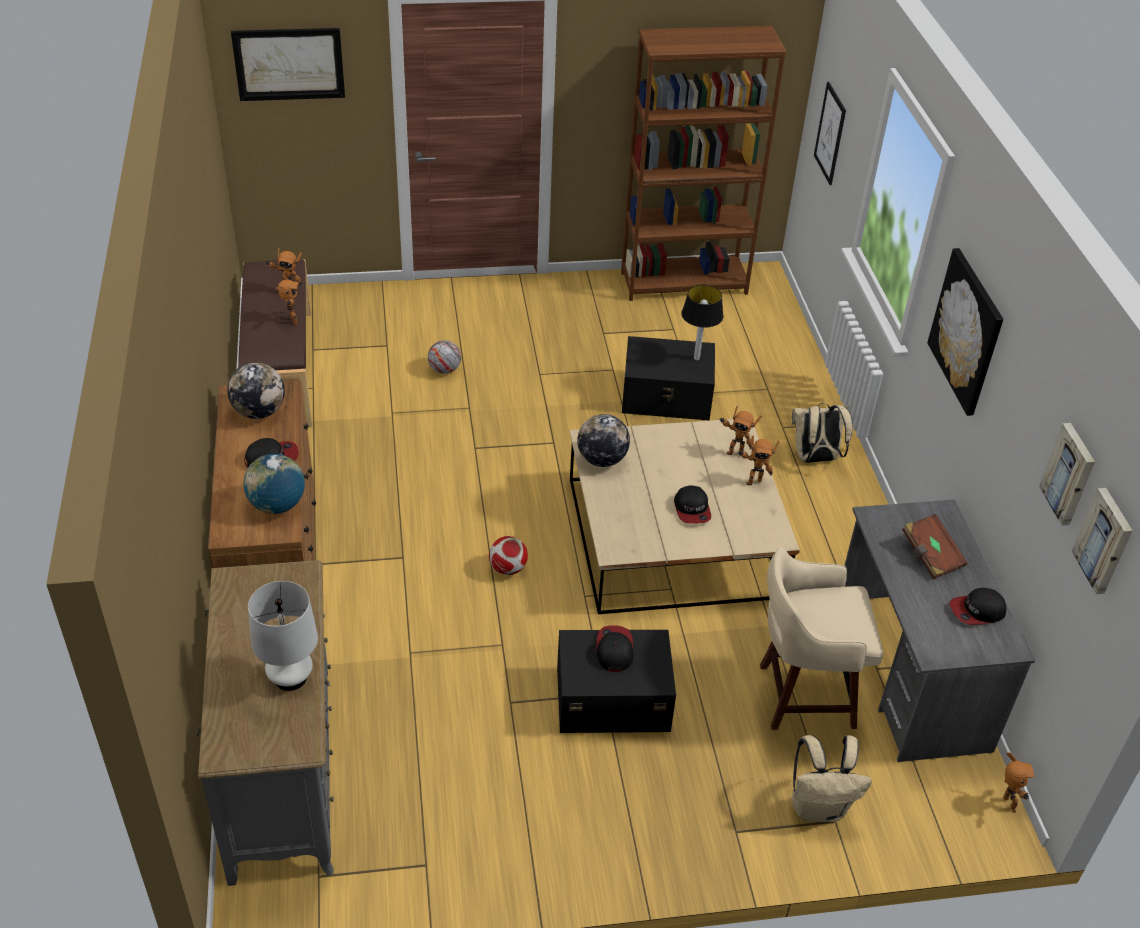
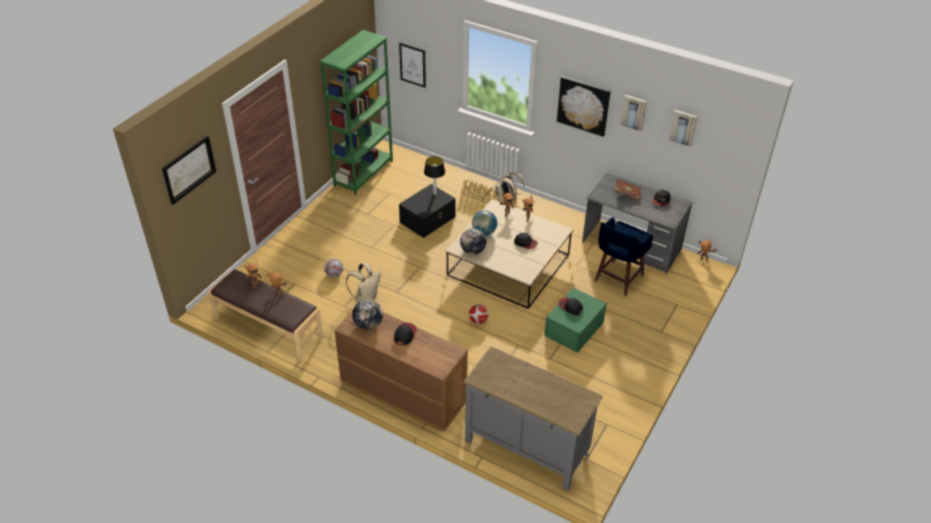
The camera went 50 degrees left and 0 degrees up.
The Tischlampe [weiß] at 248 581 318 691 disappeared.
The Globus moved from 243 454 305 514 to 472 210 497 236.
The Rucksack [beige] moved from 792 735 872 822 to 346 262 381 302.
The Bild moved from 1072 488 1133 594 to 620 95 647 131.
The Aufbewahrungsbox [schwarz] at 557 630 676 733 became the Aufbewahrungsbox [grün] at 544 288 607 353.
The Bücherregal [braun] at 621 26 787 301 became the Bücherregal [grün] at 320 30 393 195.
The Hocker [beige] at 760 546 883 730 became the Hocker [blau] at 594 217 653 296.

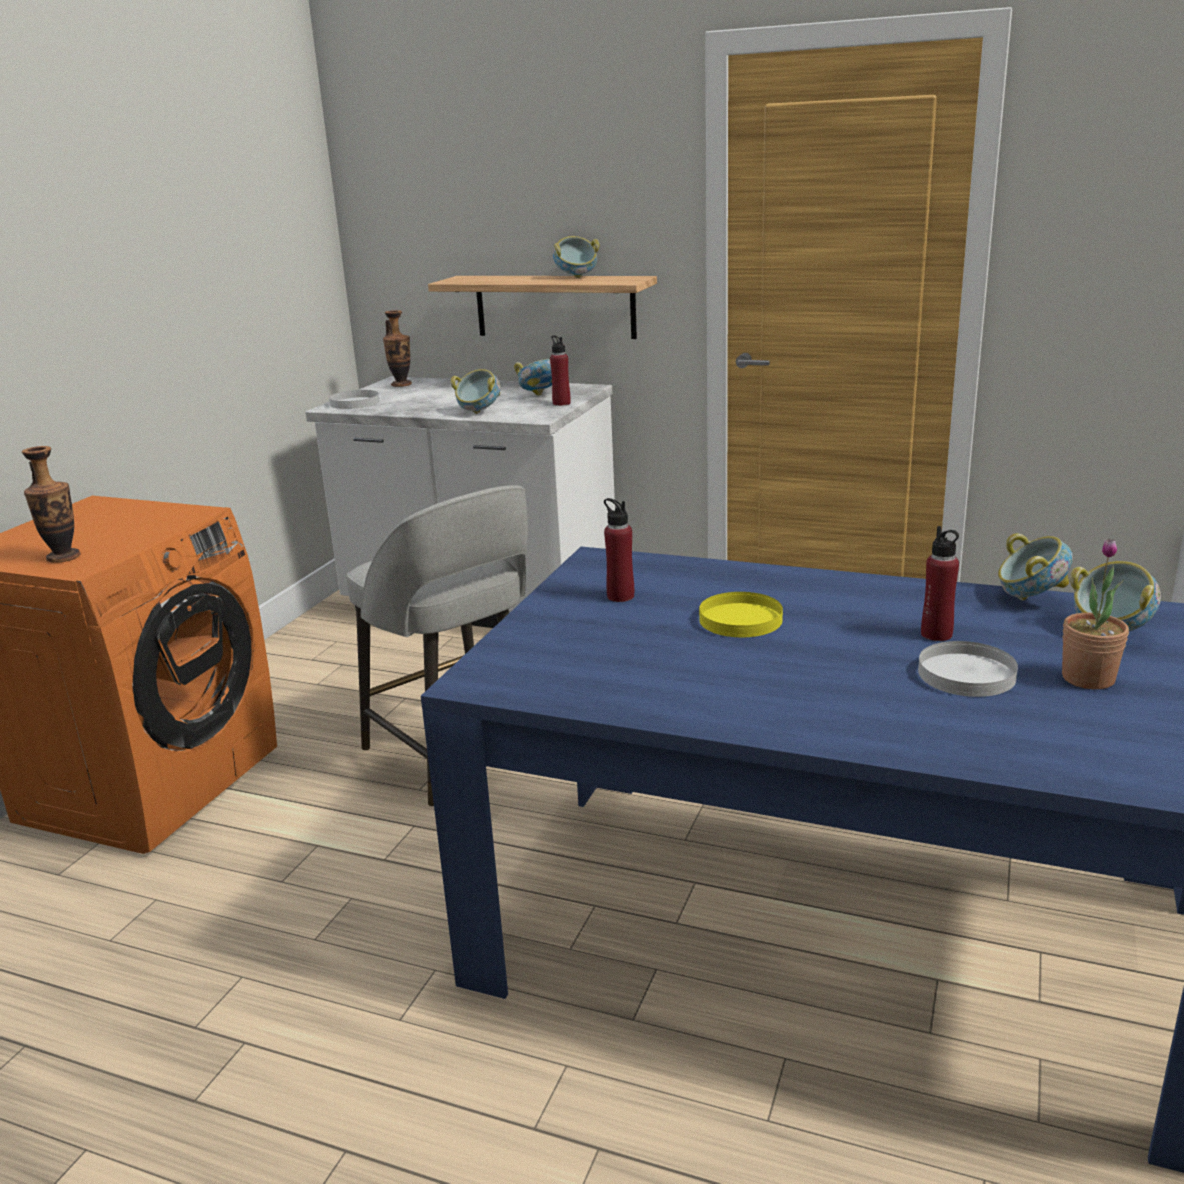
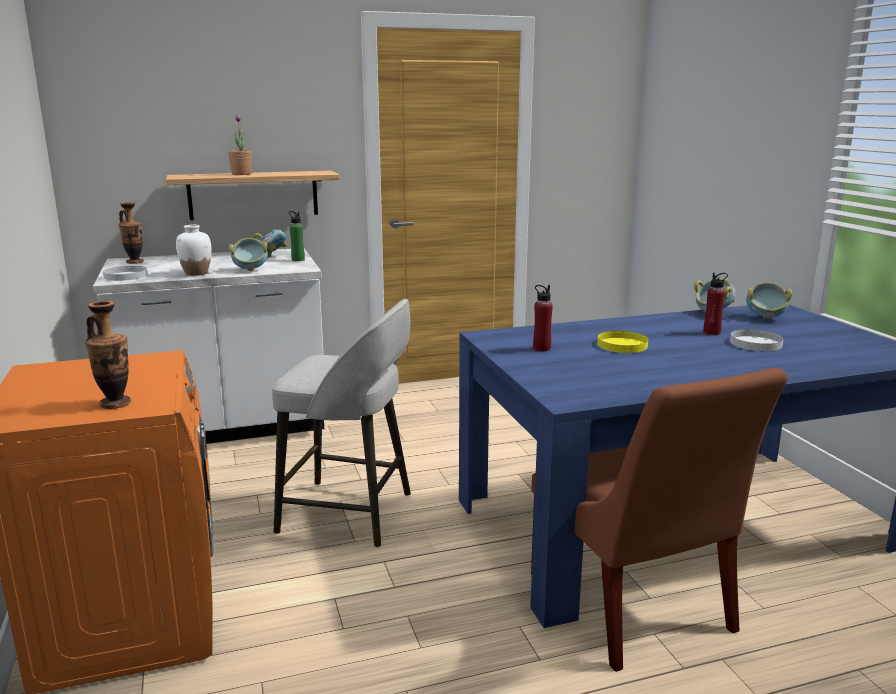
The camera went 40 degrees left and 5 degrees down.
The Schüssel at 553 236 600 278 disappeared.
The Vase [weiß] at 176 225 211 276 appeared.
The Stuhl [braun] at 531 368 788 672 appeared.
The Topfpflanze moved from 1062 538 1129 689 to 228 115 252 175.
The Flasche [rot] at 550 335 571 406 became the Flasche [grün] at 289 211 305 261.

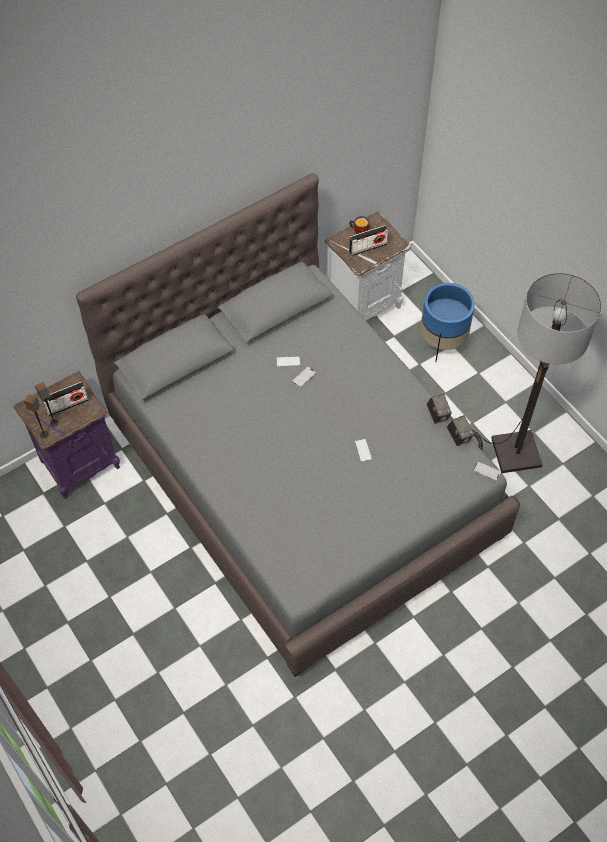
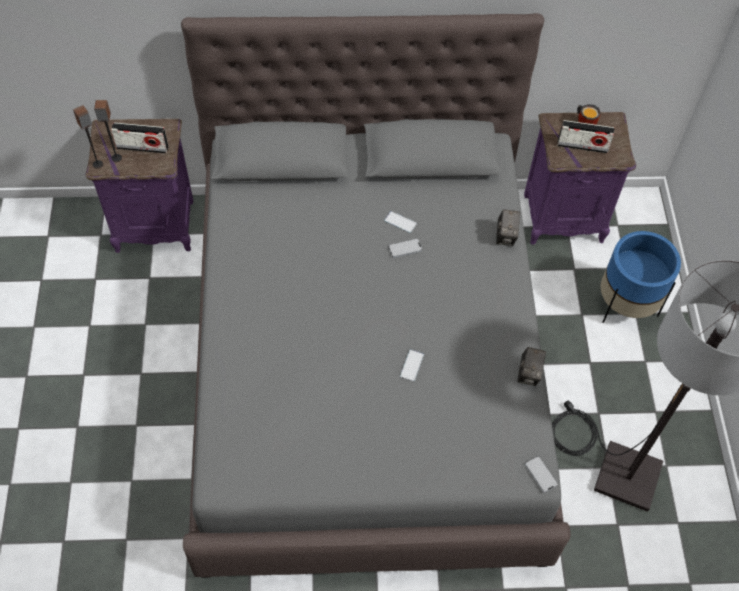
The camera went 30 degrees right and 0 degrees up.
The Kamera moved from 447 415 474 446 to 496 209 520 246.
The Nachttisch [weiß] at 324 211 411 320 became the Nachttisch [lila] at 524 112 636 245.

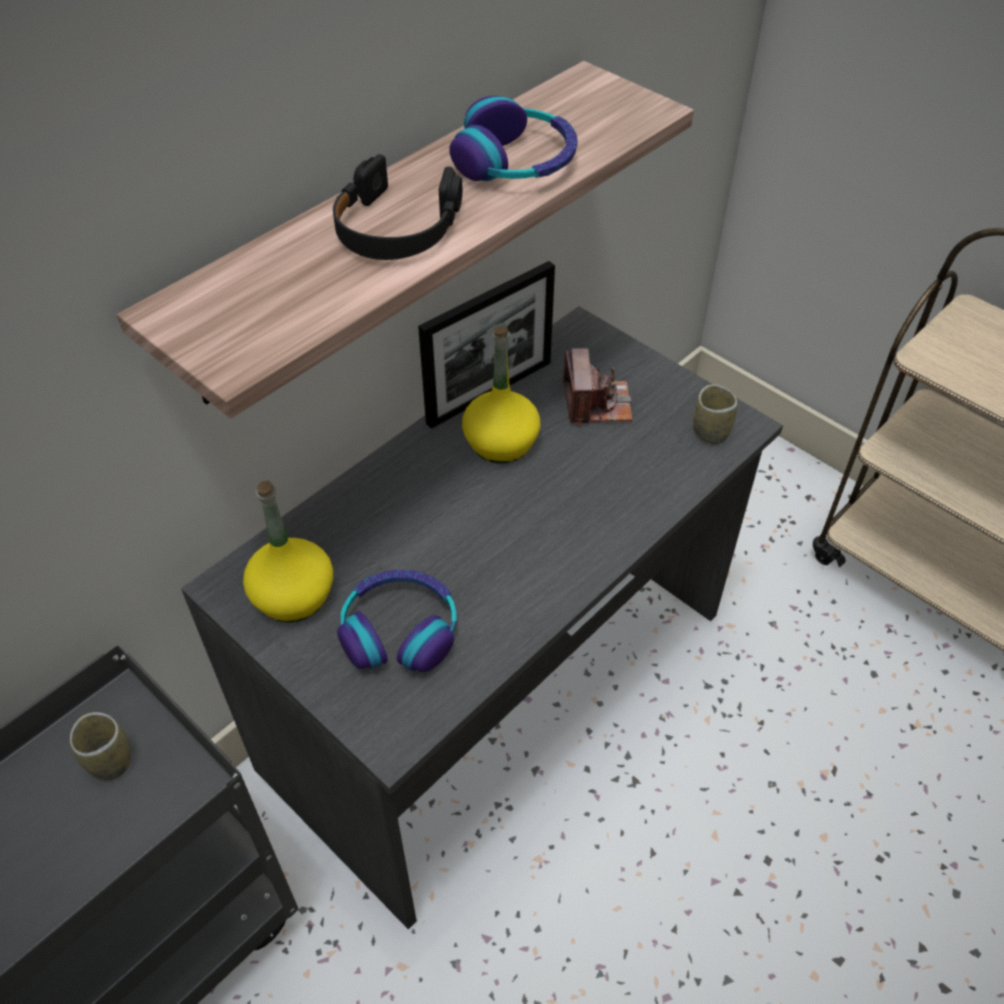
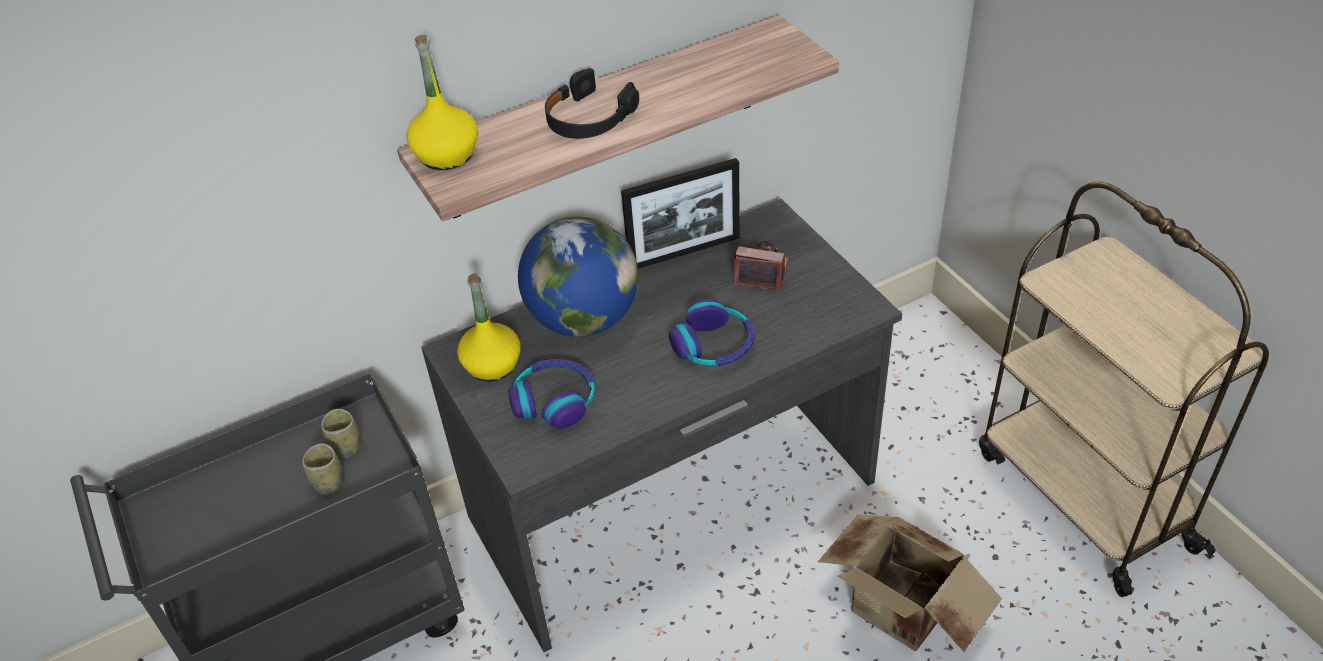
The camera went 20 degrees right and 5 degrees down.
The Globus at 518 216 638 337 appeared.
The Karton at 818 514 1002 652 appeared.
The Kopfhörer moved from 449 96 578 181 to 669 299 755 366.
The Flasche [gelb] moved from 462 326 540 463 to 406 35 478 170.
The Tasse moved from 693 384 737 444 to 303 443 343 494.
The Kamera at 563 348 632 426 turned 90 degrees counterclockwise.

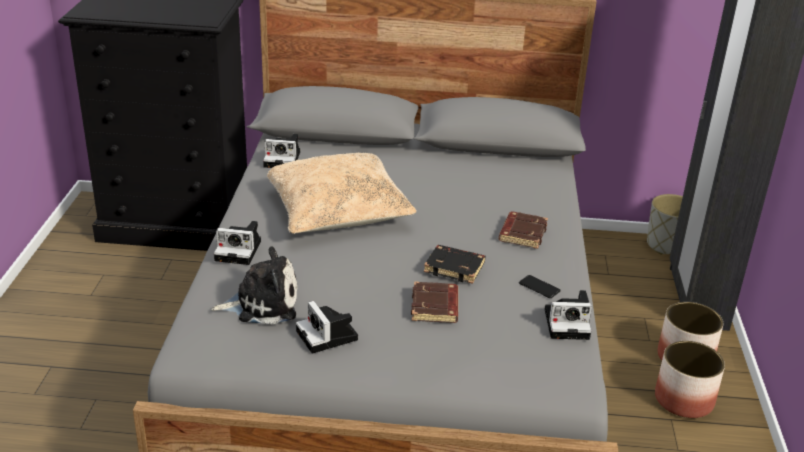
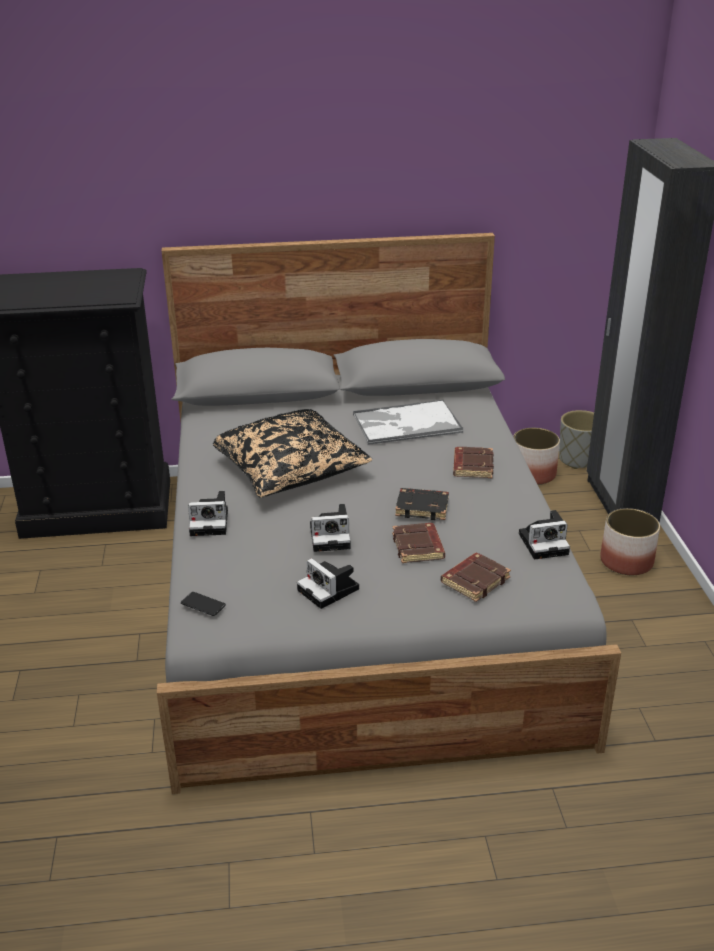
The camera went 10 degrees left and 0 degrees up.
The Plüschtier at 211 246 297 325 disappeared.
The Tablett at 353 400 463 445 appeared.
The Buch [braun] at 441 553 511 602 appeared.
The Kamera moved from 263 134 300 168 to 310 504 351 552.
The Handy moved from 519 275 561 298 to 181 592 226 616.
The Pflanzkübel moved from 655 341 725 418 to 513 428 560 485.
The Kissen [beige] at 267 152 417 234 became the Kissen [schwarz] at 212 409 372 498.

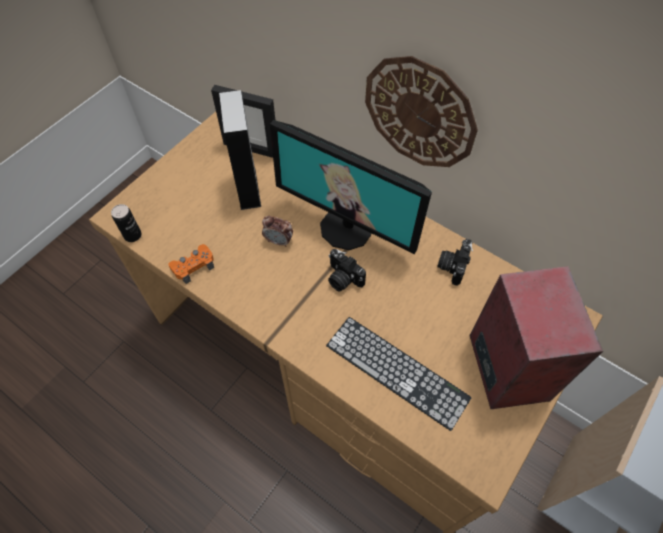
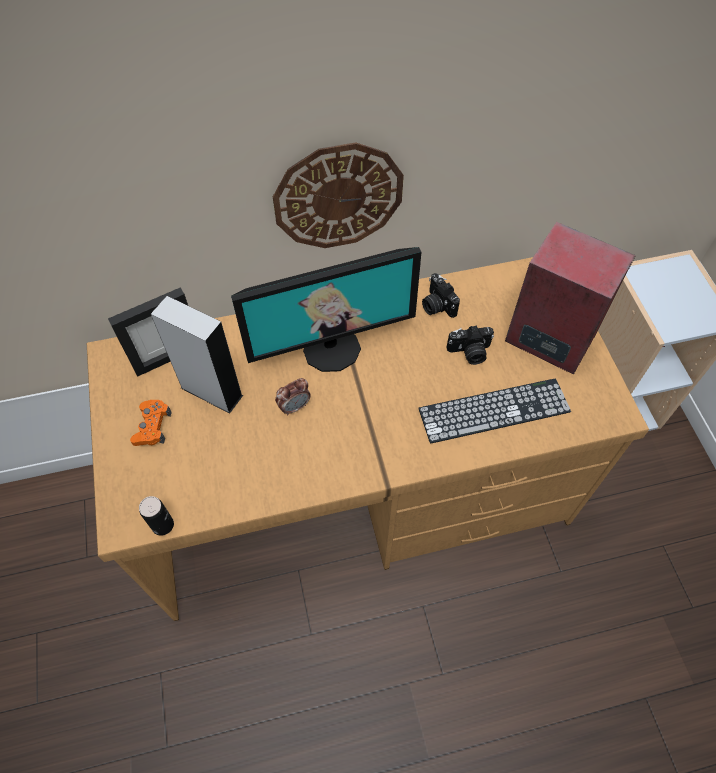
The camera went 50 degrees left and 0 degrees up.
The Gamepad [orange] moved from 168 244 214 284 to 130 400 172 446.
The Kamera moved from 328 249 366 292 to 447 325 494 365.

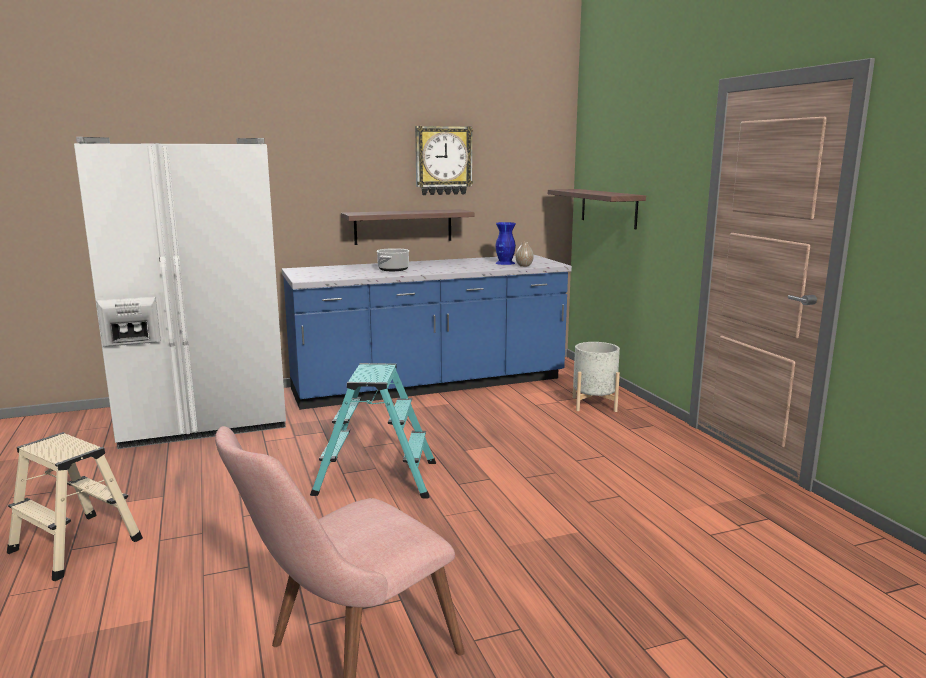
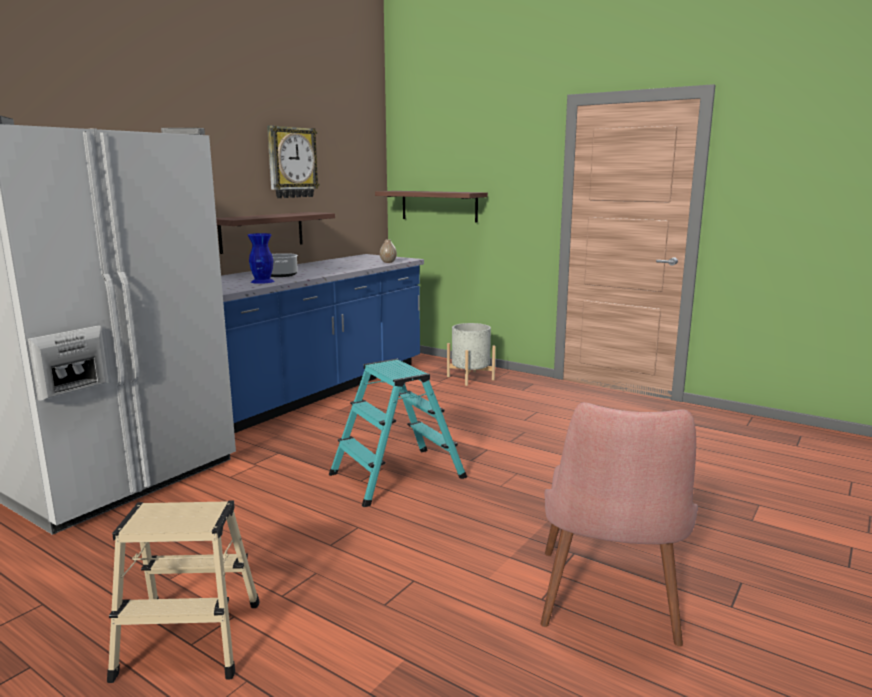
The camera went 35 degrees left and 0 degrees up.
The Vase [blau] moved from 495 222 516 265 to 248 233 275 284.

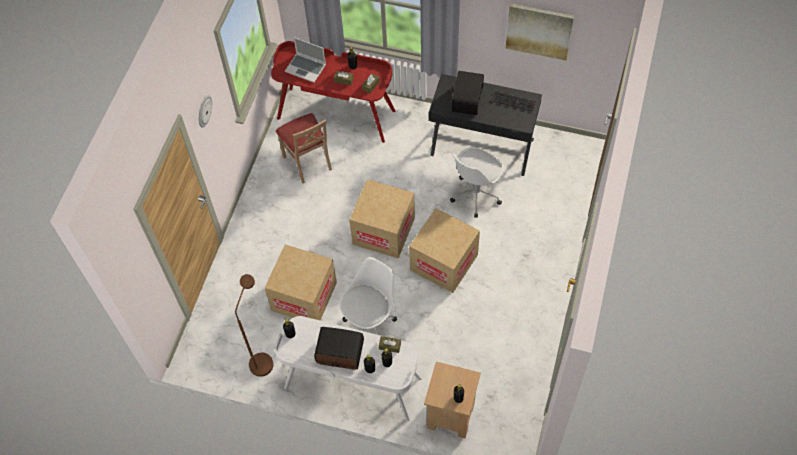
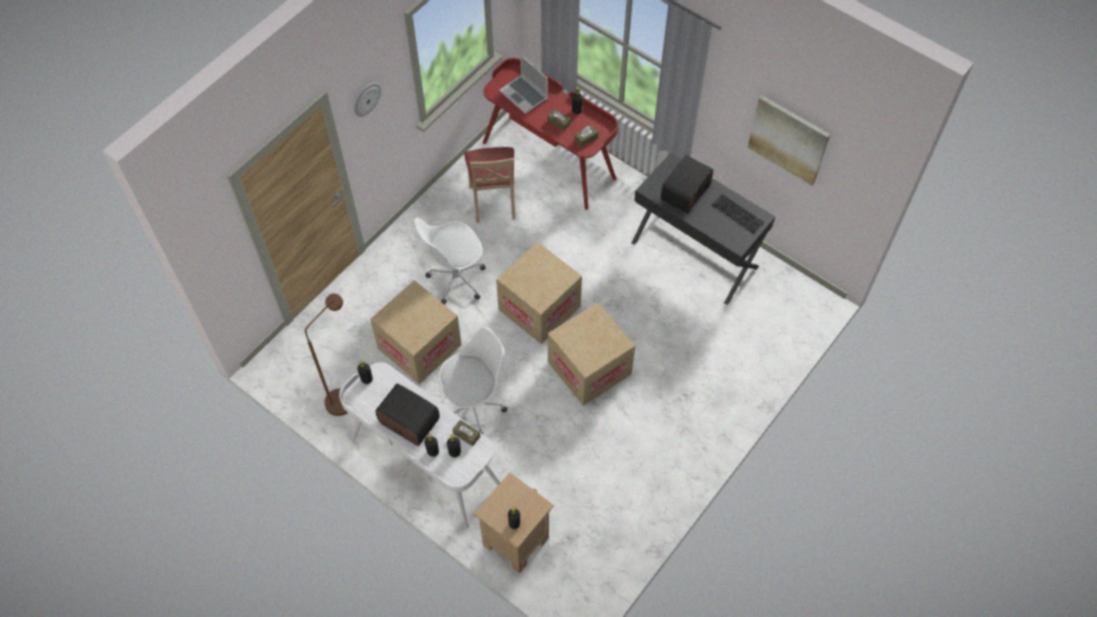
The camera went 20 degrees right and 0 degrees up.
The Bürostuhl [weiß] moved from 450 147 503 218 to 414 218 486 305.

